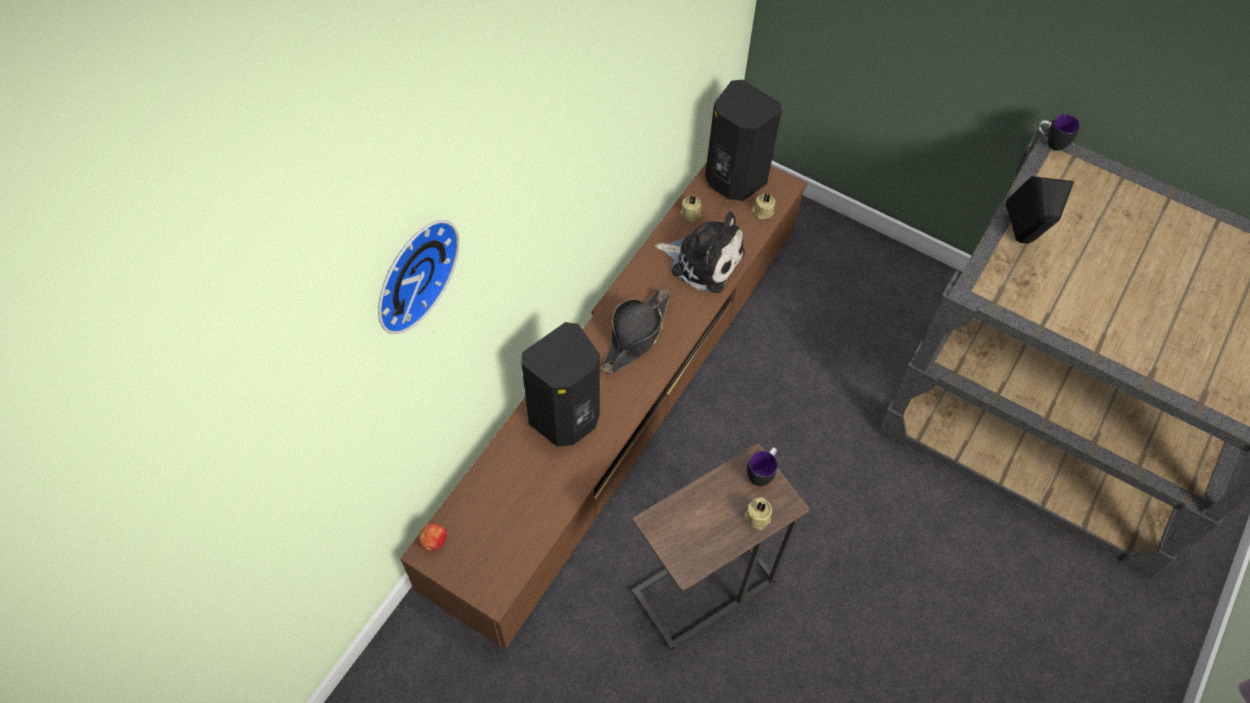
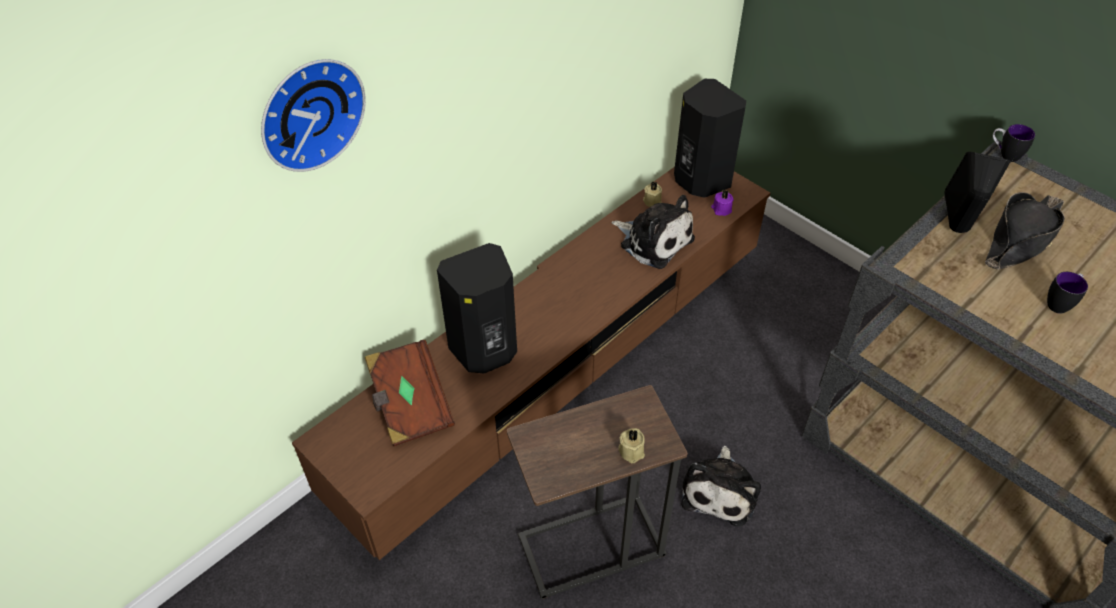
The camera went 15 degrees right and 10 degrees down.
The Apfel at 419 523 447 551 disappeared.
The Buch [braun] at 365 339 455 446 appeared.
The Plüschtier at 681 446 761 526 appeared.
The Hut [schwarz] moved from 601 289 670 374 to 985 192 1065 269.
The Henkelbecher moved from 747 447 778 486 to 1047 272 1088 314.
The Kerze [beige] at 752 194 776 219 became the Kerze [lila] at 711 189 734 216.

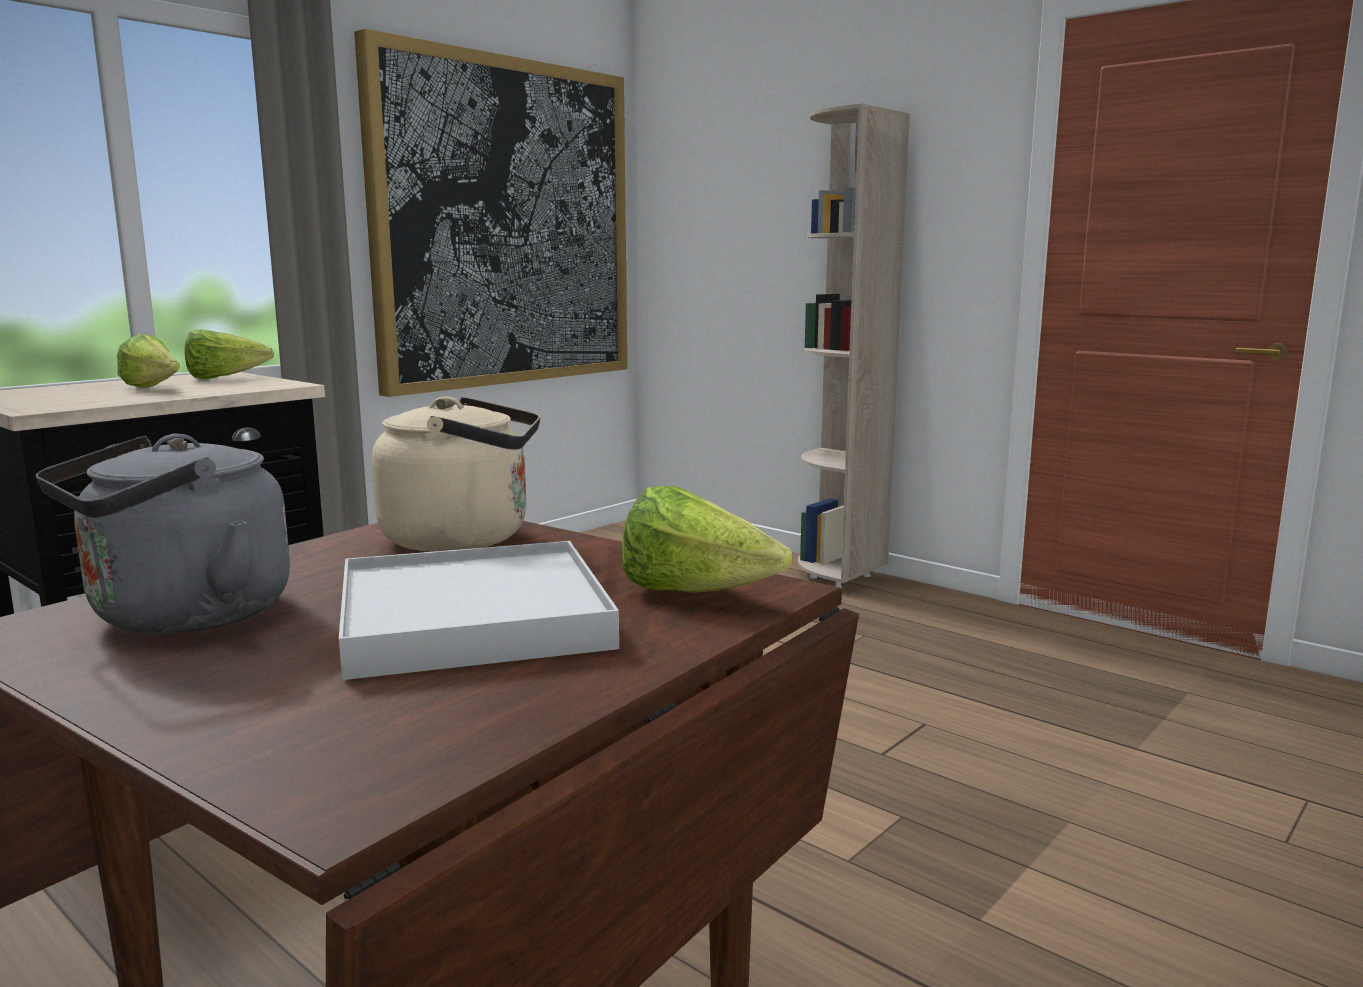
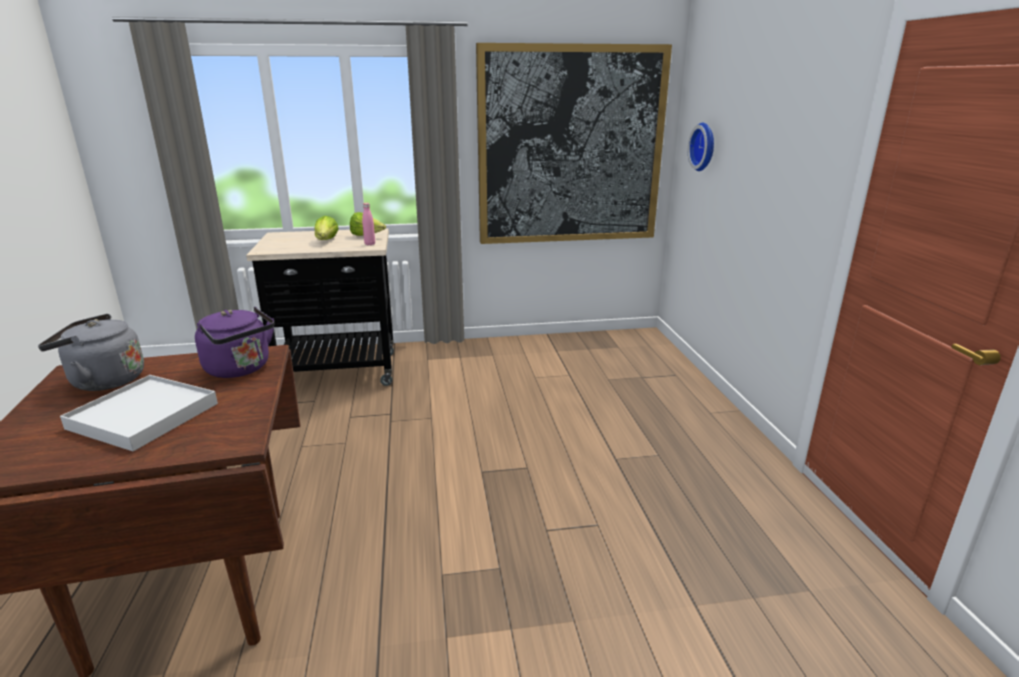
The camera went 40 degrees right and 10 degrees up.
The Salatkopf at 622 486 793 593 disappeared.
The Bücherregal [beige] at 798 103 910 589 disappeared.
The Flasche [rosa] at 362 203 375 245 appeared.
The Wanduhr at 688 122 714 171 appeared.
The Wasserkessel [beige] at 372 397 540 552 became the Wasserkessel [lila] at 195 307 275 378.

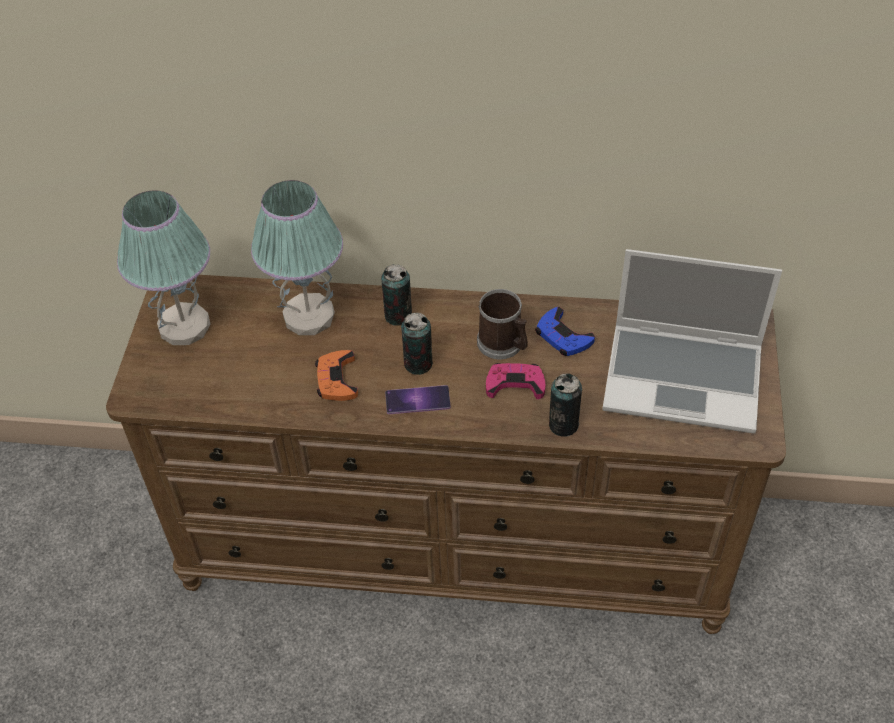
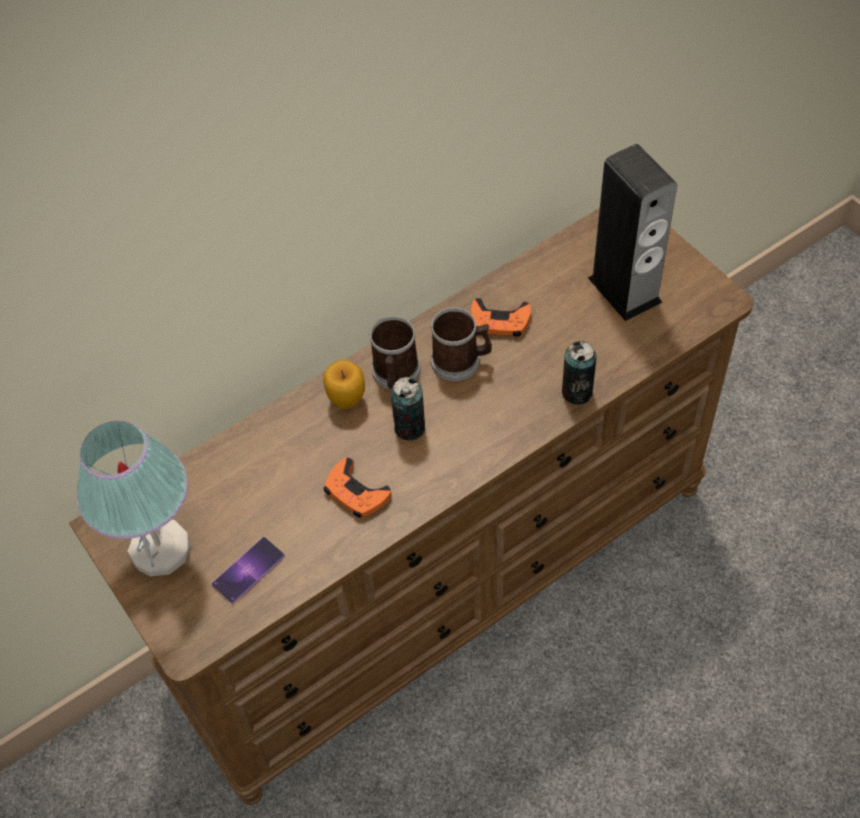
The camera went 40 degrees left and 5 degrees up.
The Tischlampe at 251 180 343 335 disappeared.
The Gamepad [rosa] at 486 363 545 399 disappeared.
The Henkelbecher at 369 316 420 389 appeared.
The Handy moved from 385 385 451 414 to 212 537 285 604.
The Dose at 381 264 412 326 was replaced by the Apfel at 323 360 365 409.
The Laptop at 602 249 782 434 was replaced by the Lautsprecher at 588 144 677 321.
The Gamepad [blau] at 535 307 595 356 became the Gamepad [orange] at 471 298 531 337.

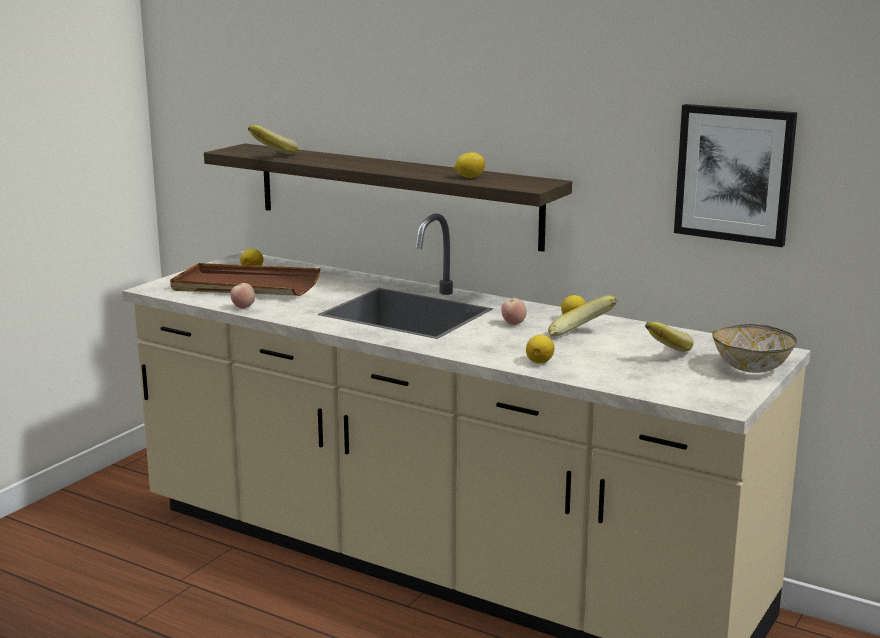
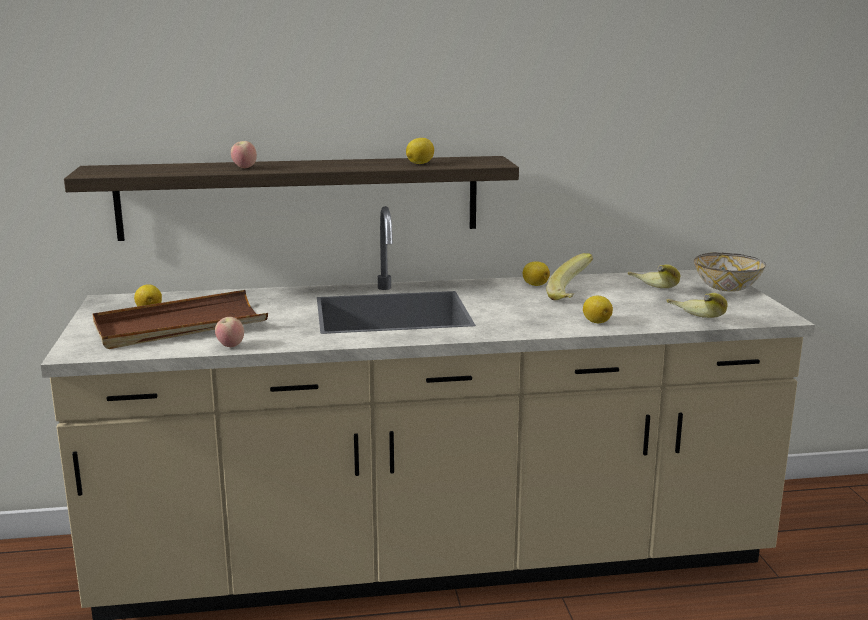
The camera went 40 degrees left and 0 degrees up.
The Bild at 674 104 797 247 disappeared.
The Banane moved from 248 125 298 154 to 666 293 728 318.
The Apfel moved from 501 298 527 325 to 231 141 257 168.

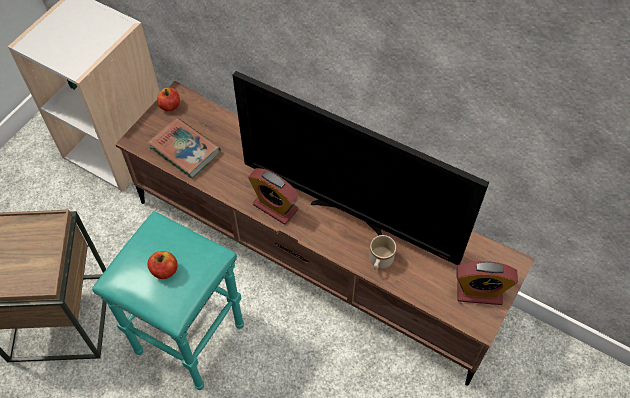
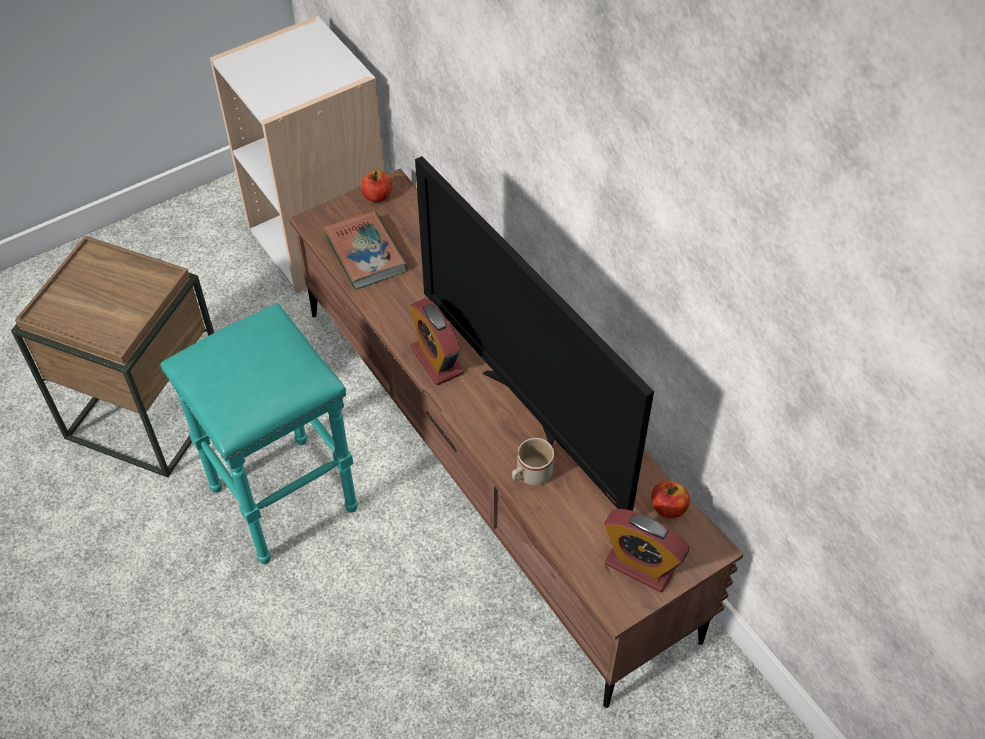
The camera went 25 degrees right and 5 degrees down.
The Apfel moved from 147 251 178 279 to 651 480 690 518.

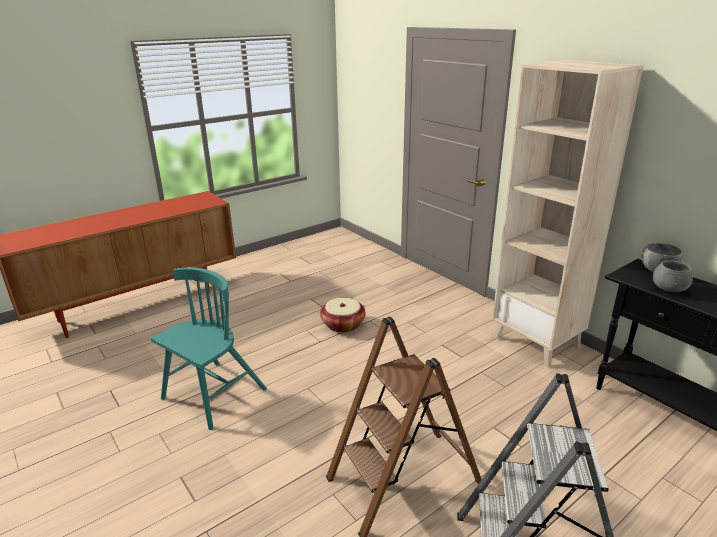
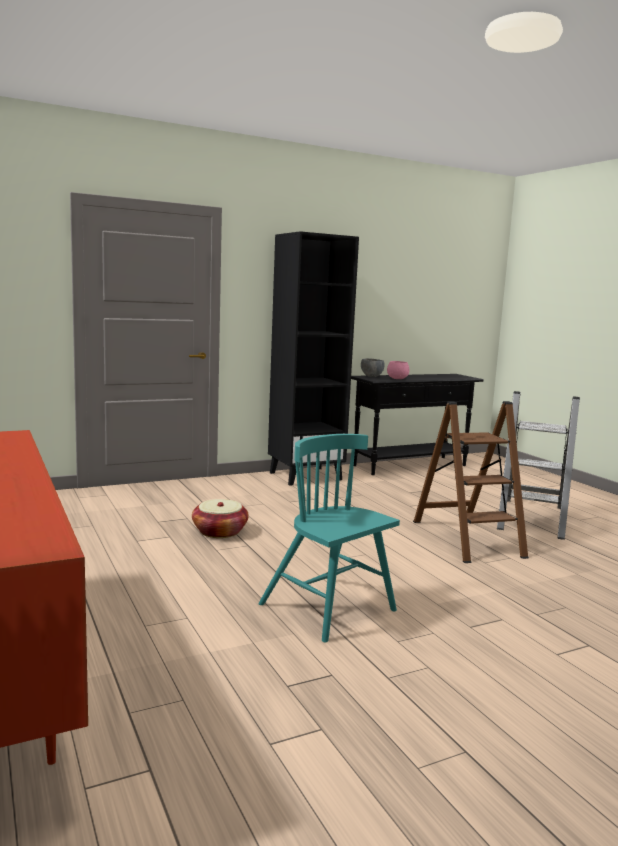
The camera went 80 degrees left and 15 degrees down.
The Bücherregal [beige] at 492 60 644 368 became the Bücherregal [schwarz] at 268 231 359 486.
The Schüssel [grau] at 653 260 693 292 became the Schüssel [rosa] at 387 361 410 379.

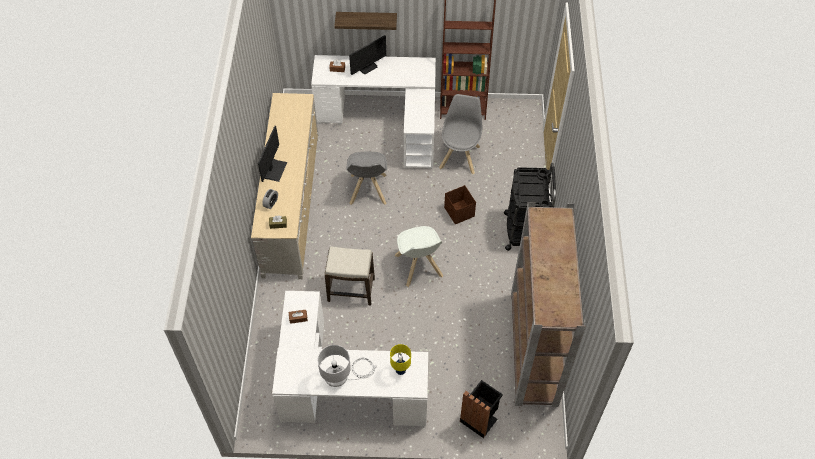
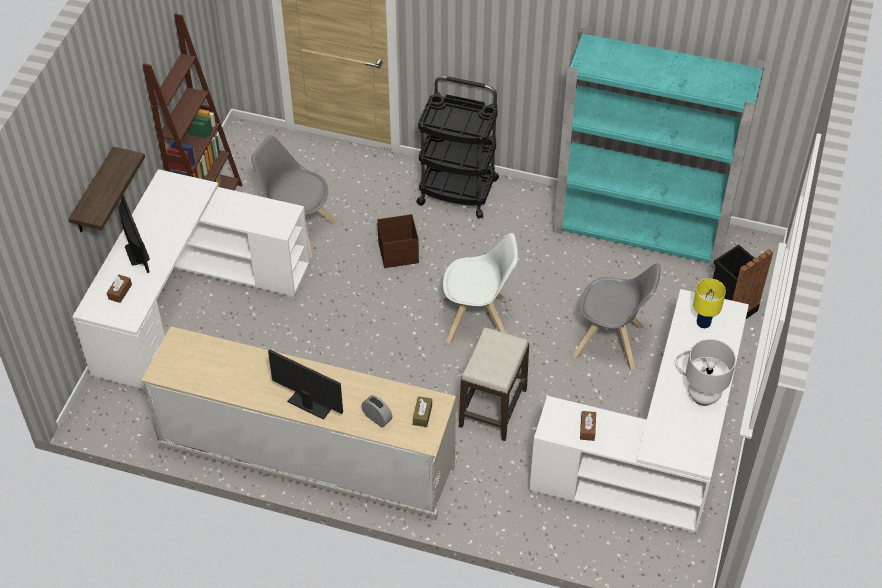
The camera went 75 degrees left and 5 degrees down.
The Stuhl [grau] moved from 346 151 387 205 to 572 264 661 370.
The Bücherregal [braun] at 511 202 585 407 became the Bücherregal [türkis] at 553 26 766 268.

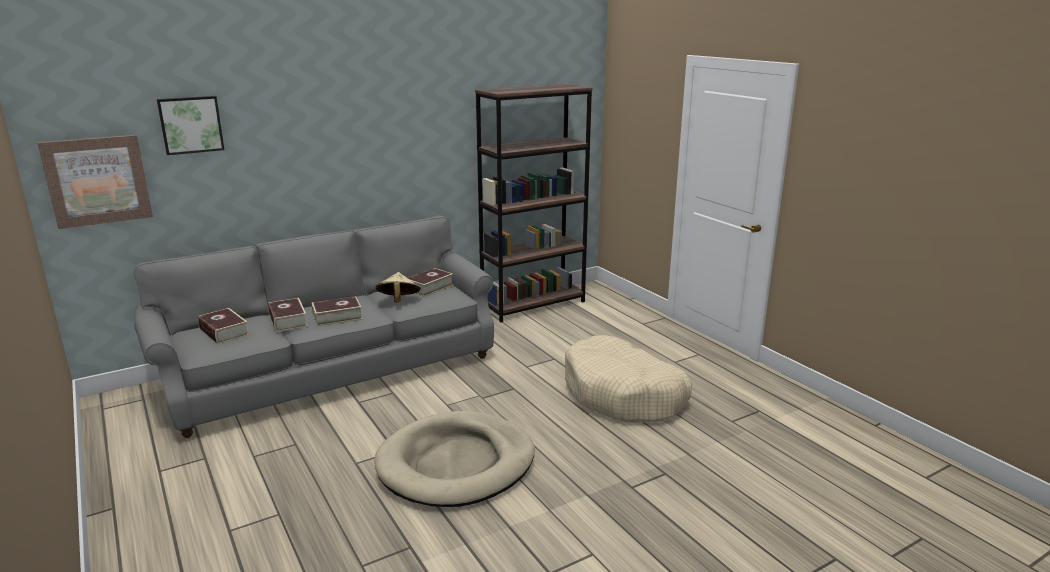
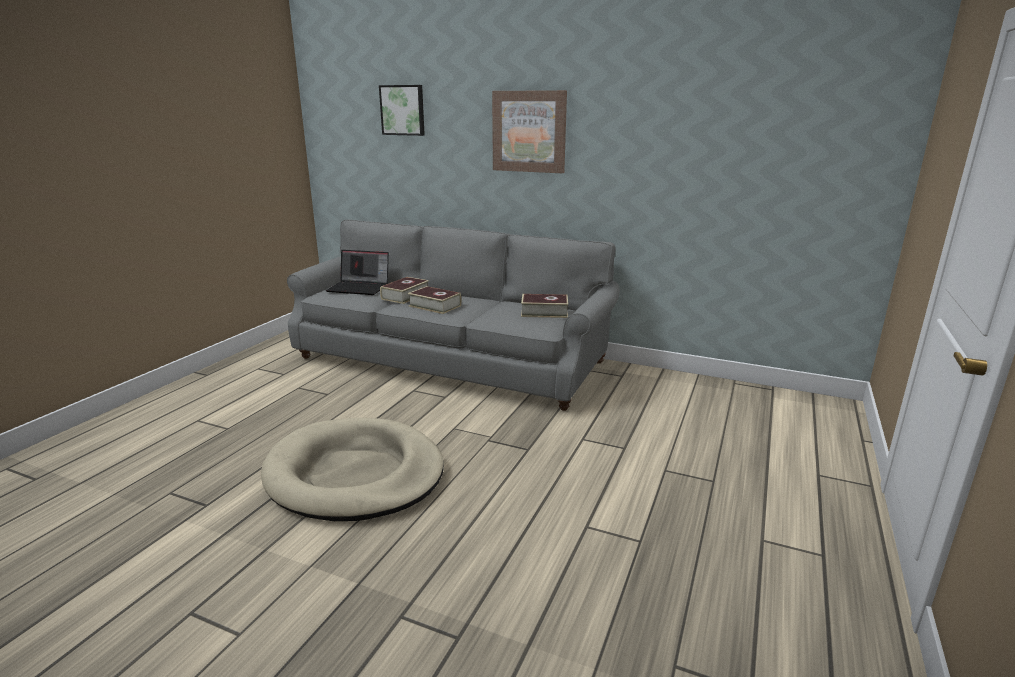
The camera went 55 degrees right and 0 degrees up.
The Hut [beige] at 376 272 421 303 disappeared.
The Bücherregal [braun] at 475 84 593 322 disappeared.
The Hundebett [beige] at 565 335 692 423 disappeared.
The Bild moved from 37 135 153 229 to 492 90 567 173.
The Buch at 198 308 249 344 was replaced by the Laptop at 326 250 389 295.

